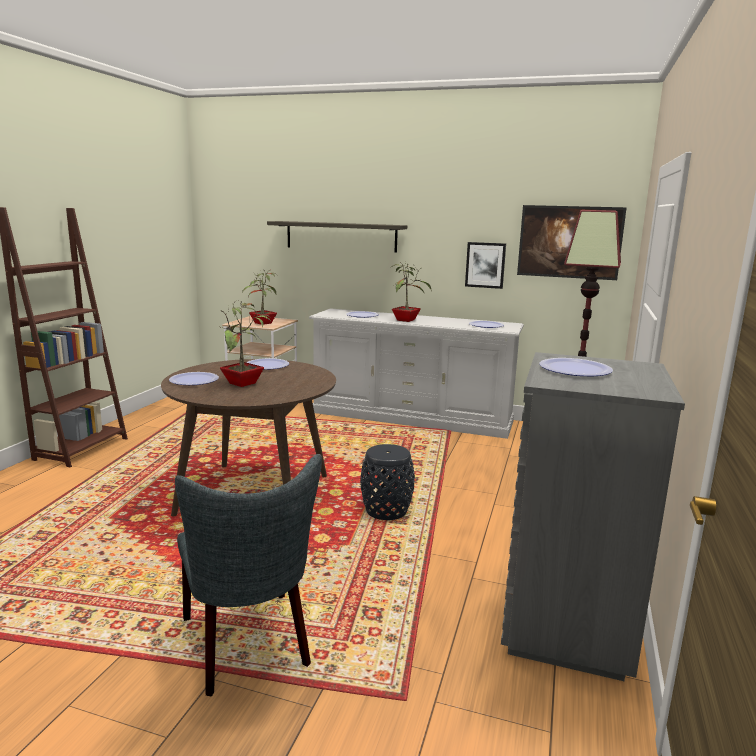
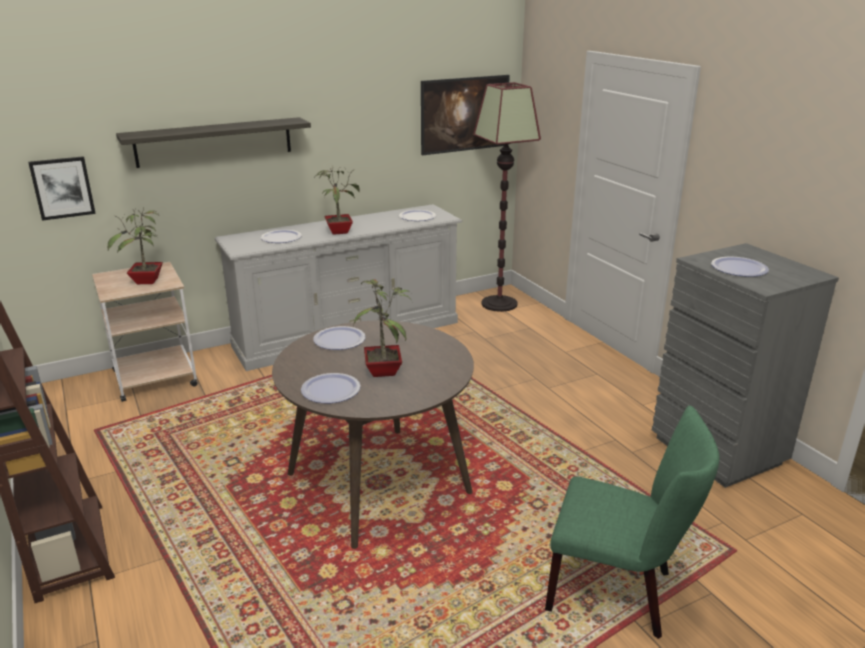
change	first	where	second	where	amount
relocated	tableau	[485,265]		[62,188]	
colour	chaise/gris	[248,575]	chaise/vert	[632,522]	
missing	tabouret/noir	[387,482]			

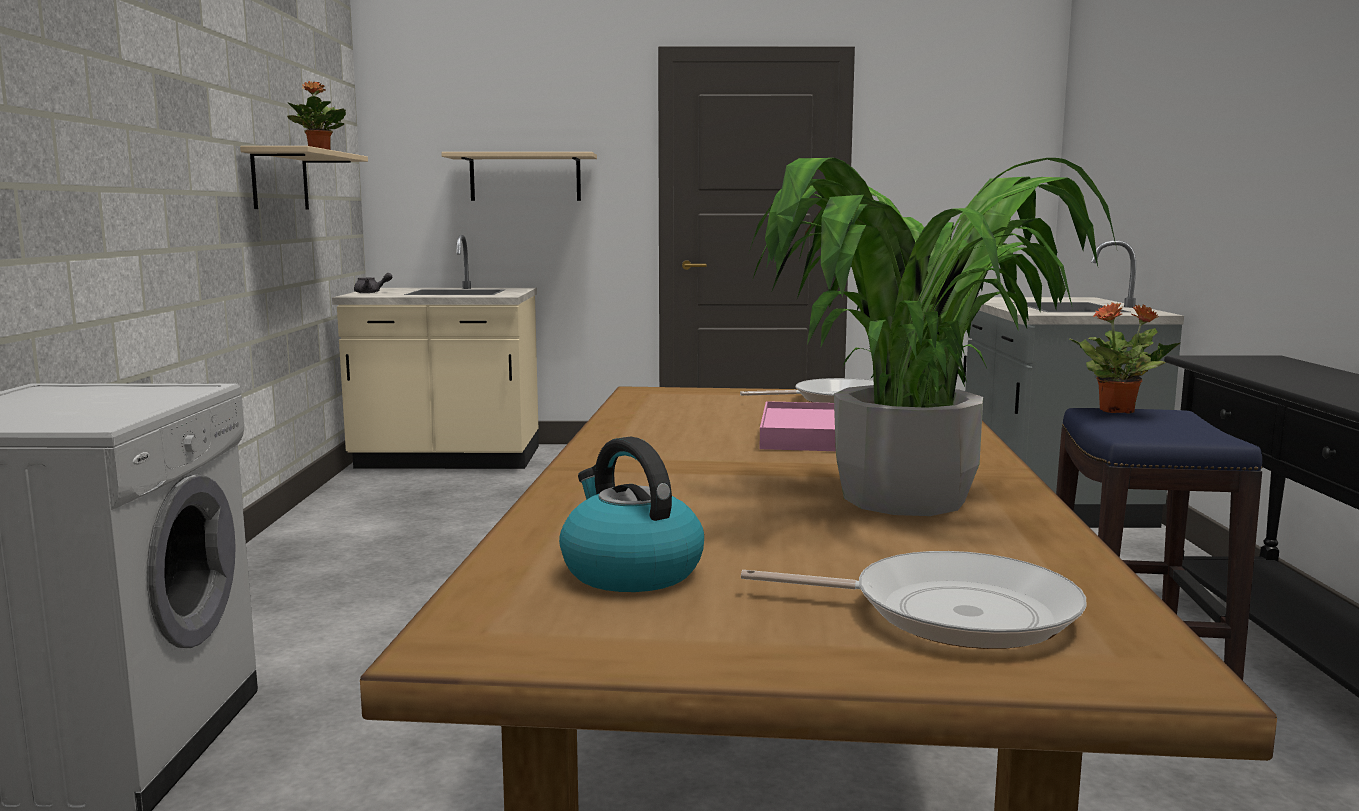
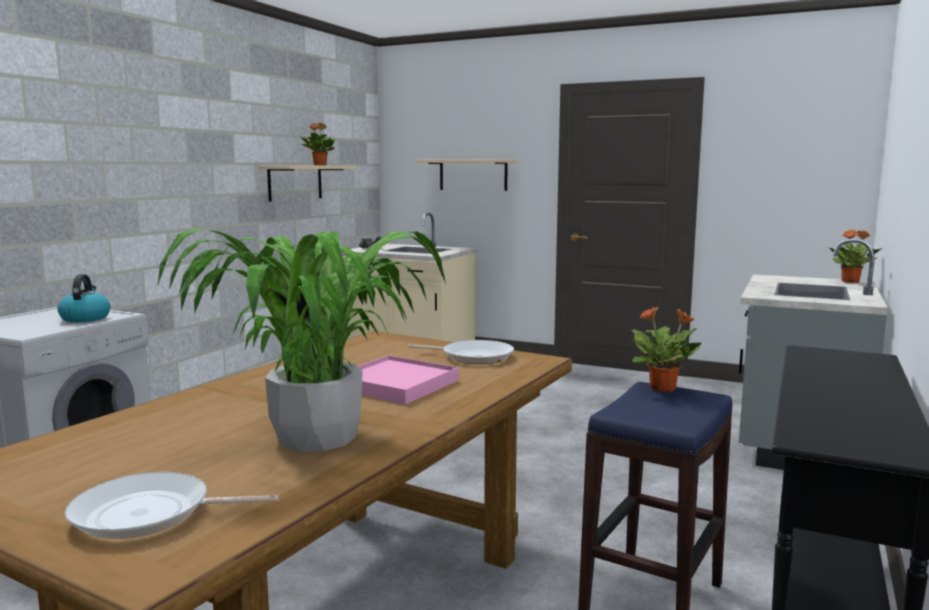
change	first	where	second	where	amount
relocated	bouilloire	[631,514]		[83,298]	
spun	poêle	[913,600]		[172,505]	135 degrees clockwise
appeared			plante en pot	[855,256]	

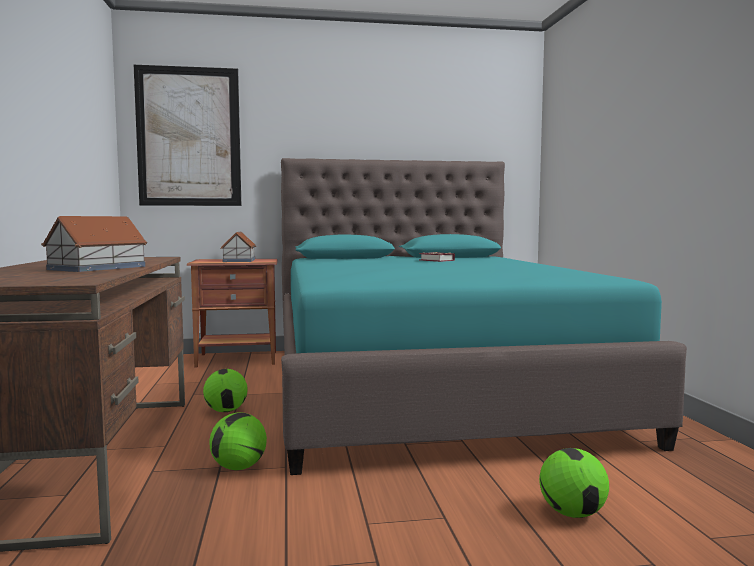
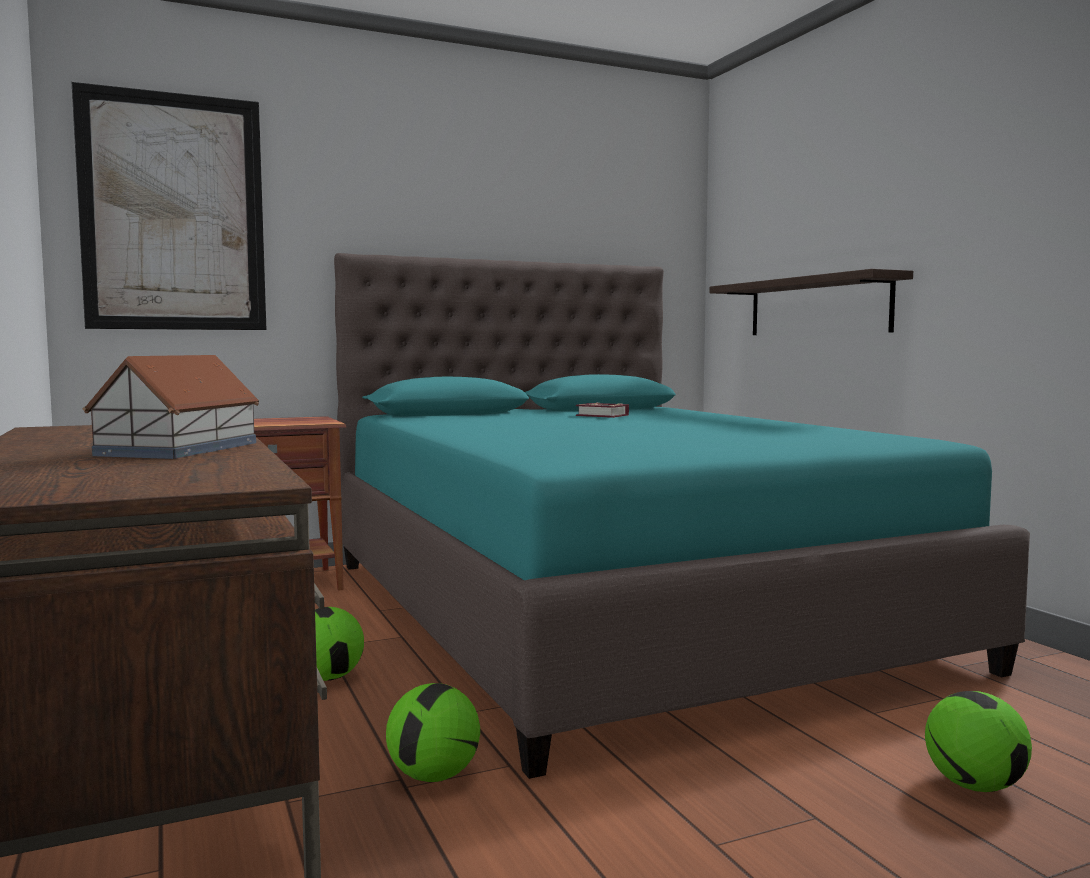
change	first	where	second	where	amount
appeared			étagère	[811,302]	
missing	maison miniature	[238,246]			

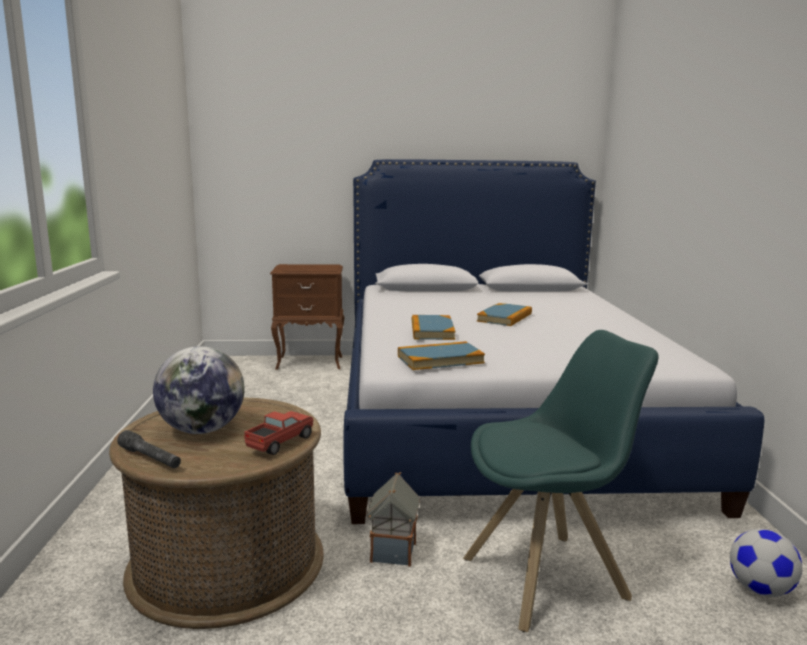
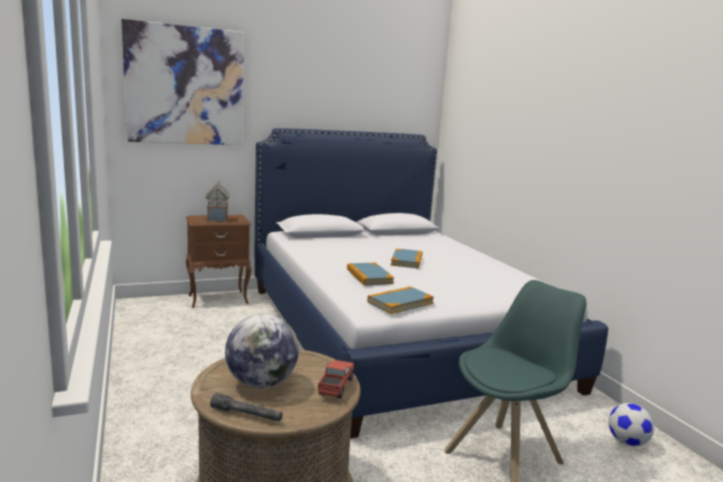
change	first	where	second	where	amount
appeared			tableau	[182,82]	
relocated	maison miniature	[393,519]		[217,201]	

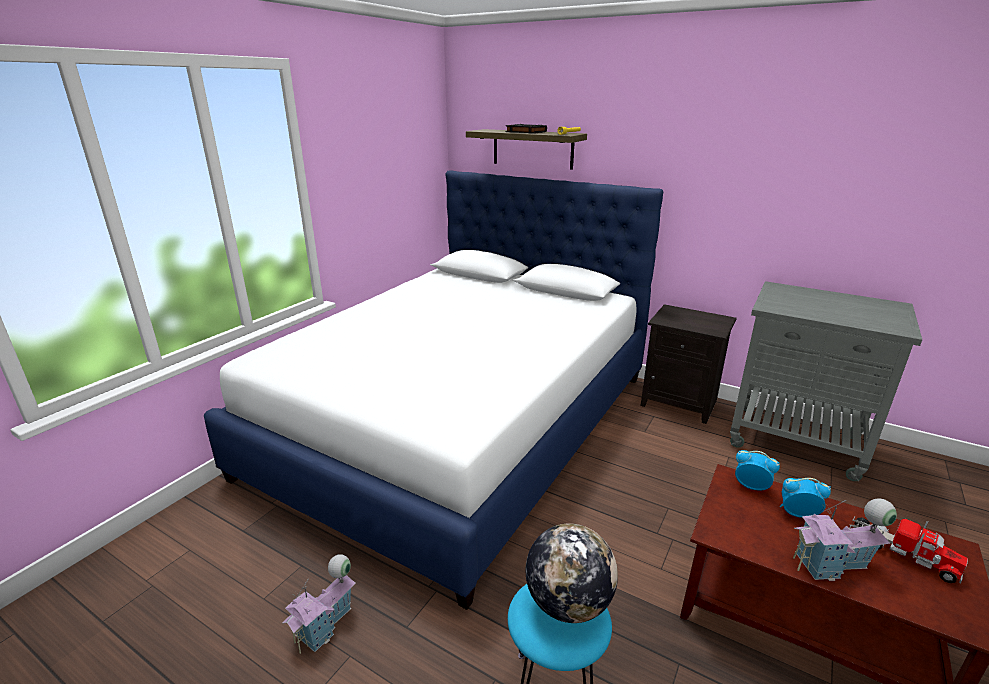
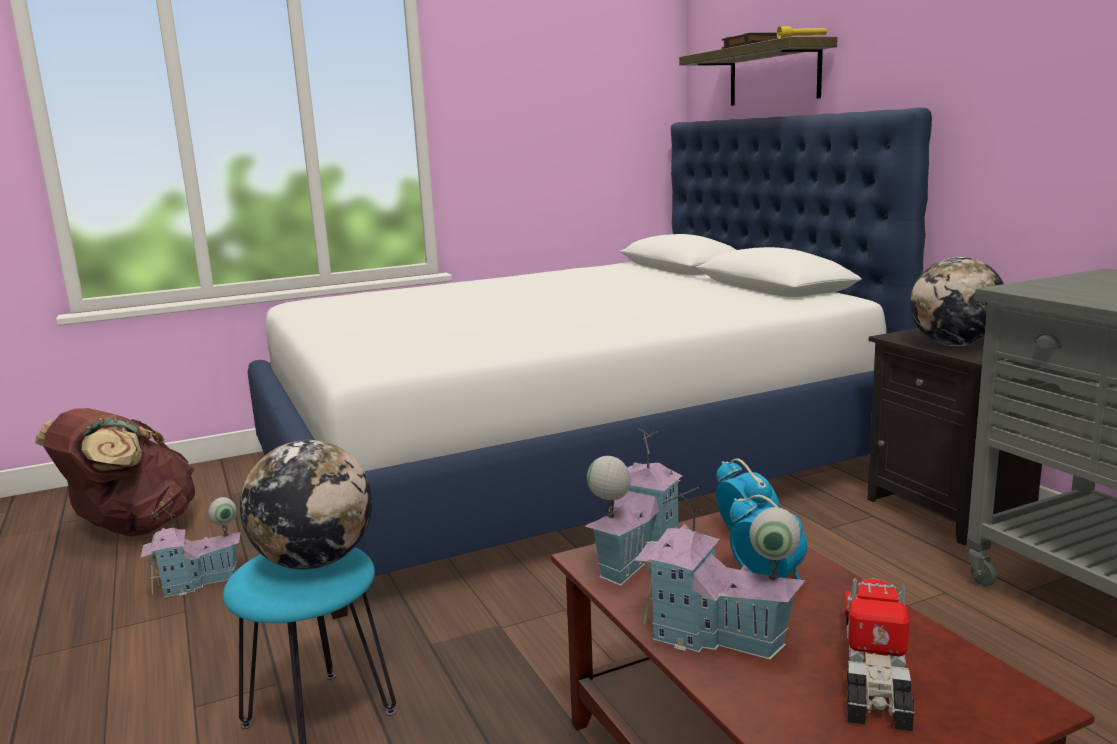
change	first	where	second	where	amount
appeared			sac à dos/marron	[115,472]	
appeared			maison miniature	[633,507]	
spun	camion jouet	[908,550]		[880,655]	150 degrees counterclockwise
appeared			globe	[957,301]	

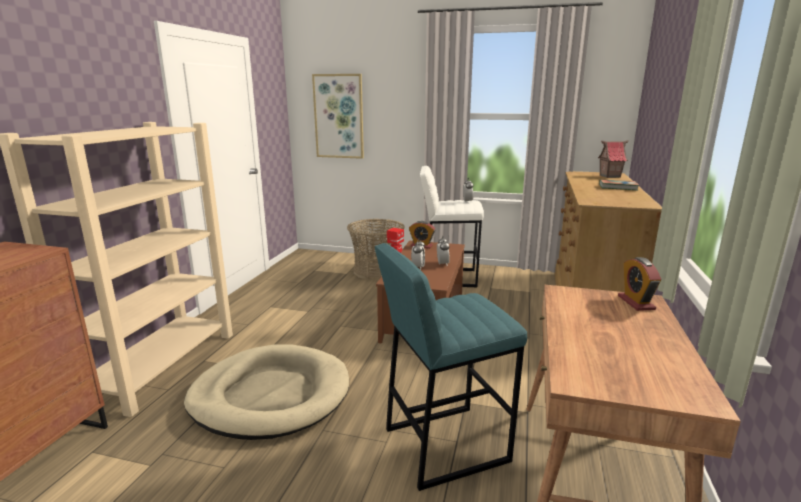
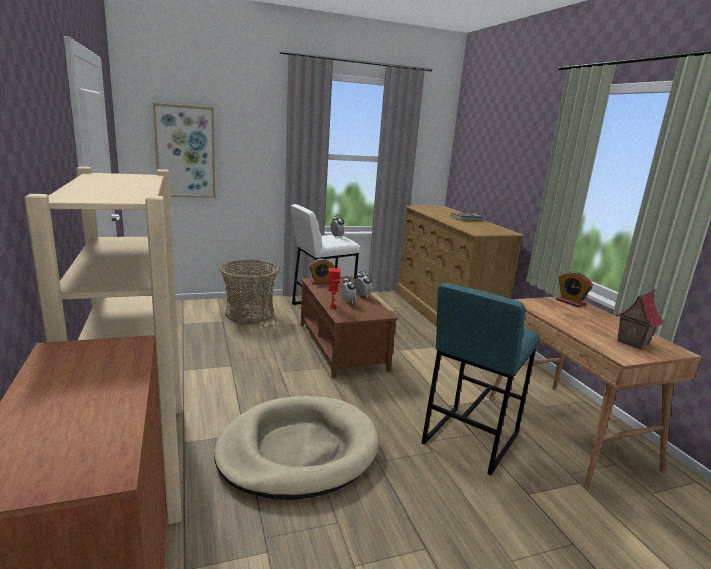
change	first	where	second	where	amount
relocated	maison miniature	[613,159]		[640,319]	

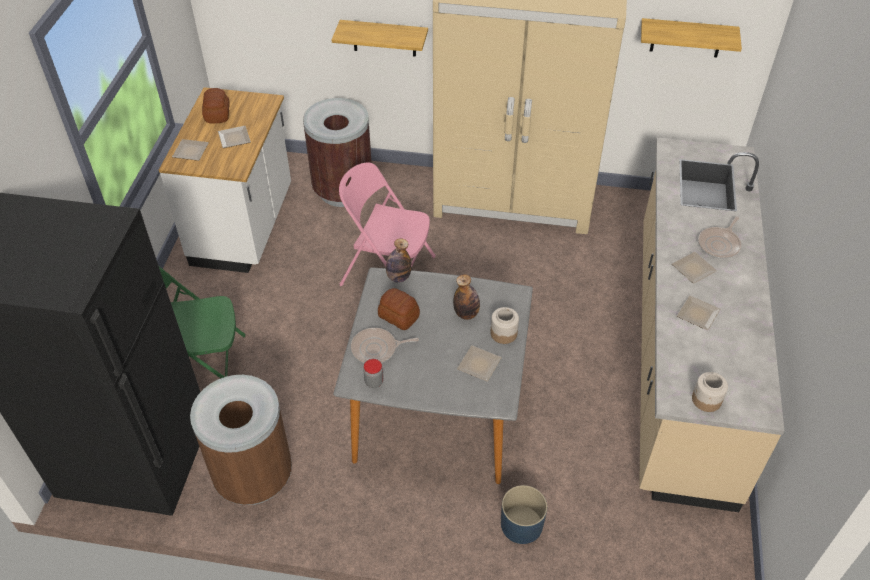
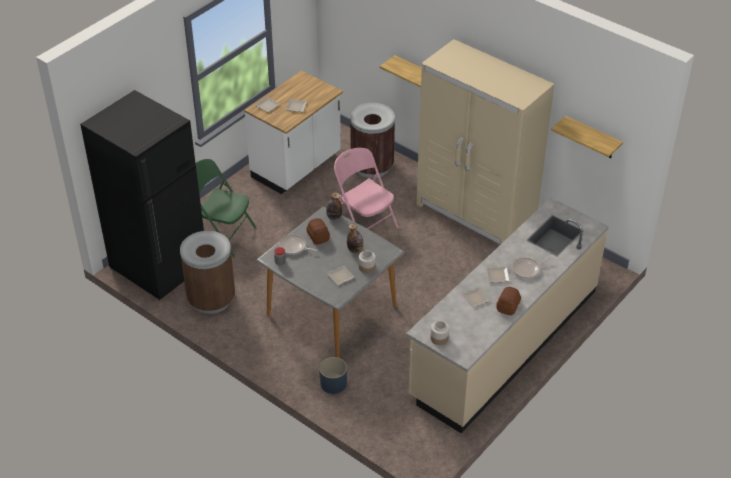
change	first	where	second	where	amount
relocated	pain	[215,106]		[508,301]	

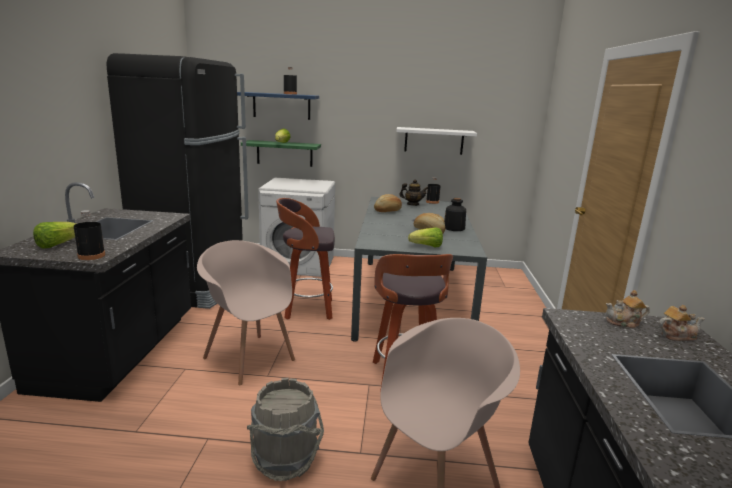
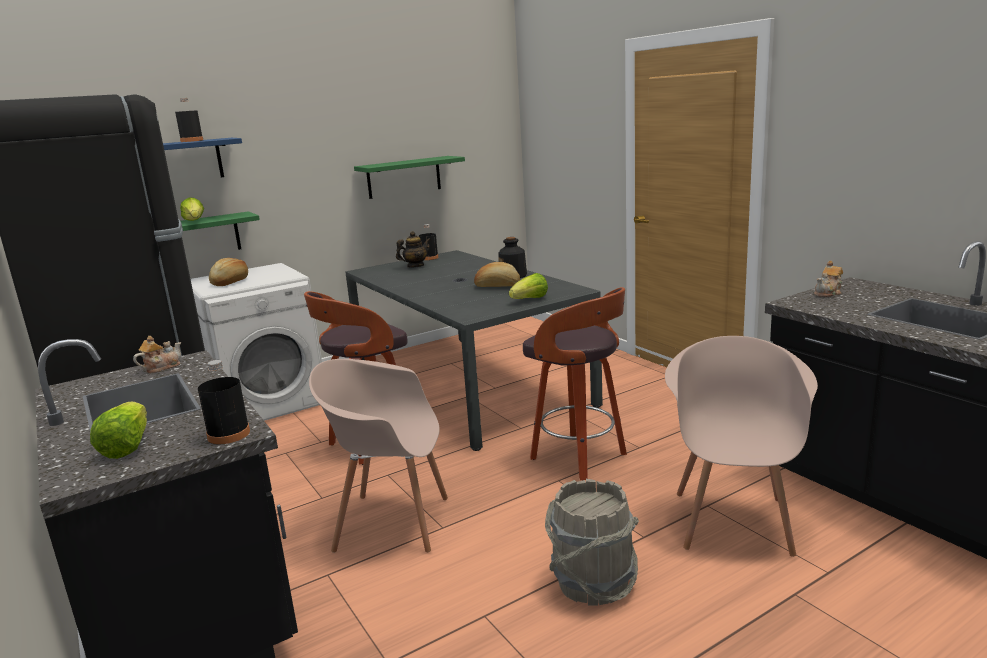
change	first	where	second	where	amount
relocated	théière	[682,323]		[157,354]	
relocated	pain	[388,203]		[228,272]	
colour	étagère/blanc	[436,141]	étagère/vert	[409,177]	

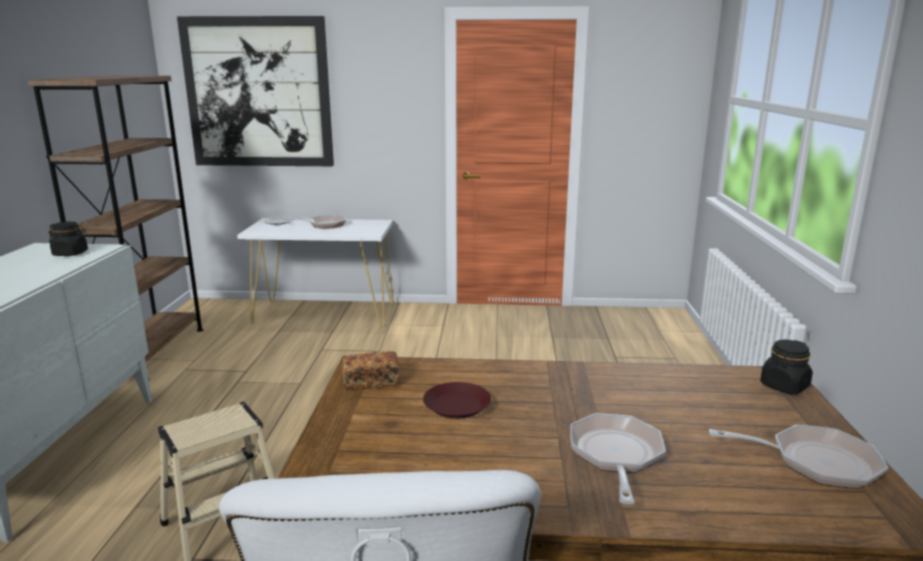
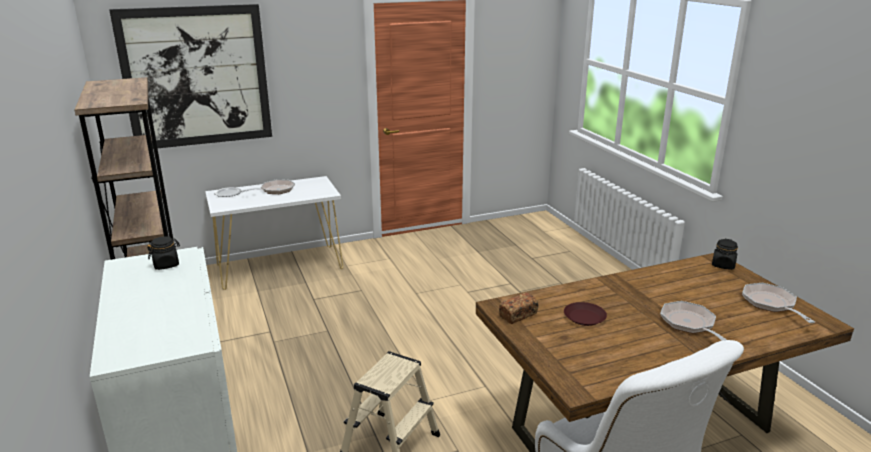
change	first	where	second	where	amount
spun	poêle	[799,457]		[778,303]	90 degrees counterclockwise

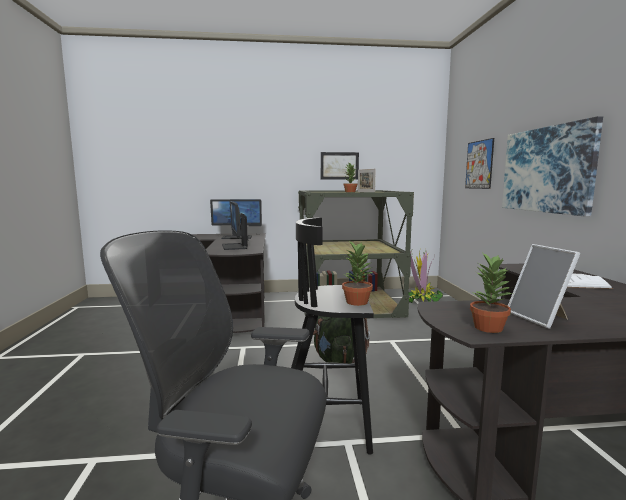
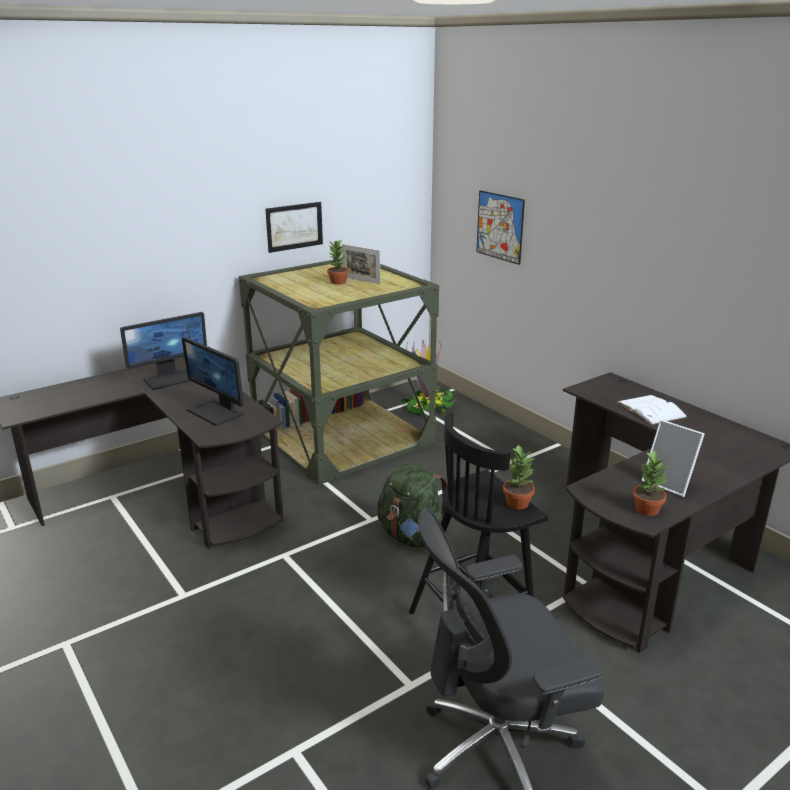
change	first	where	second	where	amount
missing	tableau	[552,166]			

